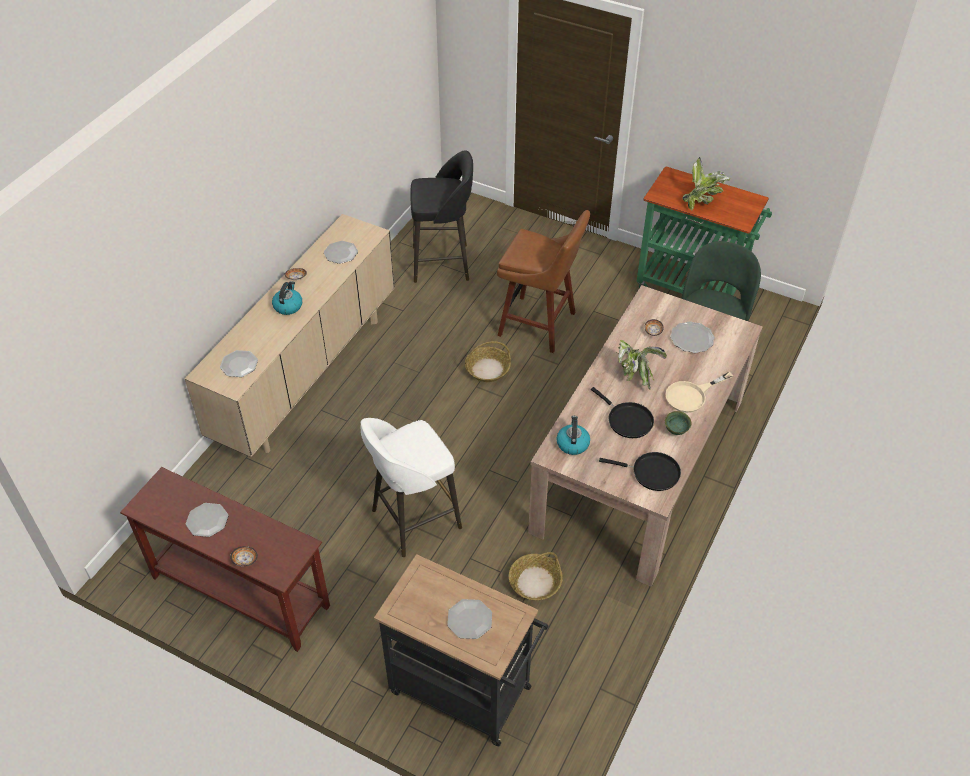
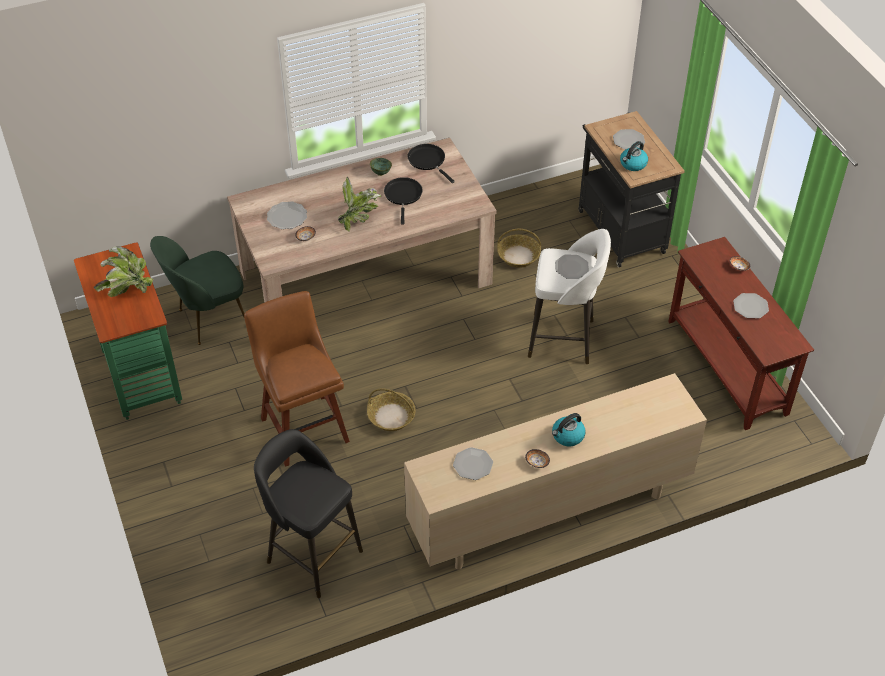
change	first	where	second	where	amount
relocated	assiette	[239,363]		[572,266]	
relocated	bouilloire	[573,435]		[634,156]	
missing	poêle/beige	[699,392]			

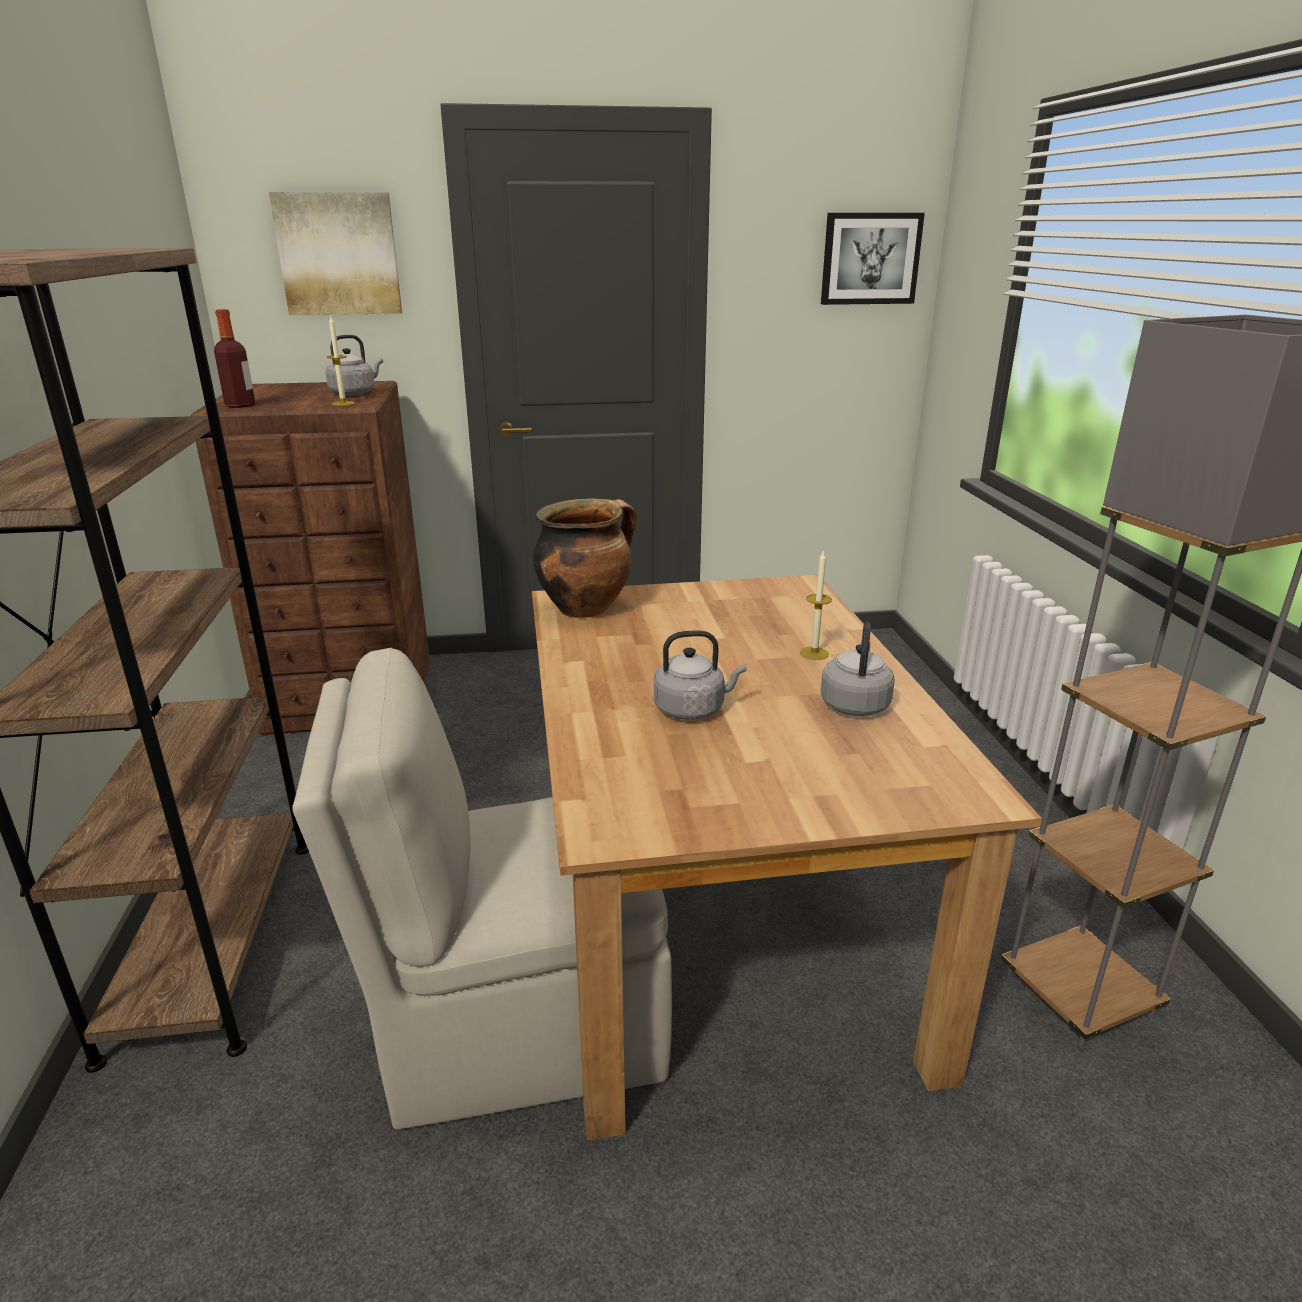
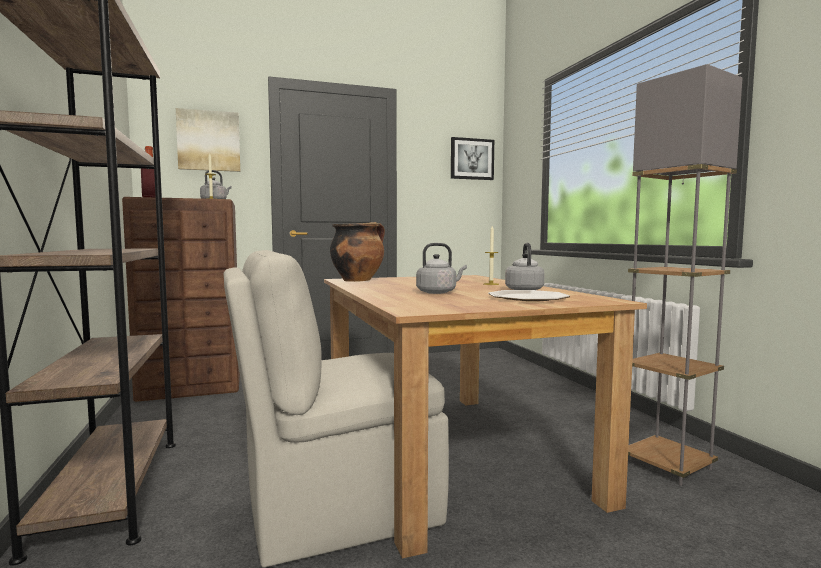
change	first	where	second	where	amount
appeared			assiette	[529,295]	

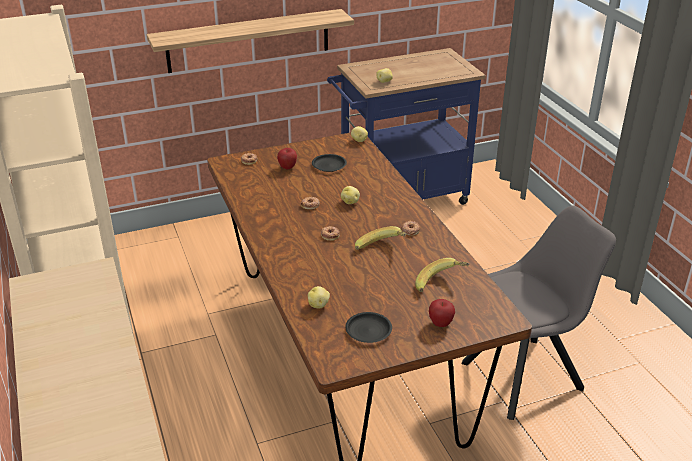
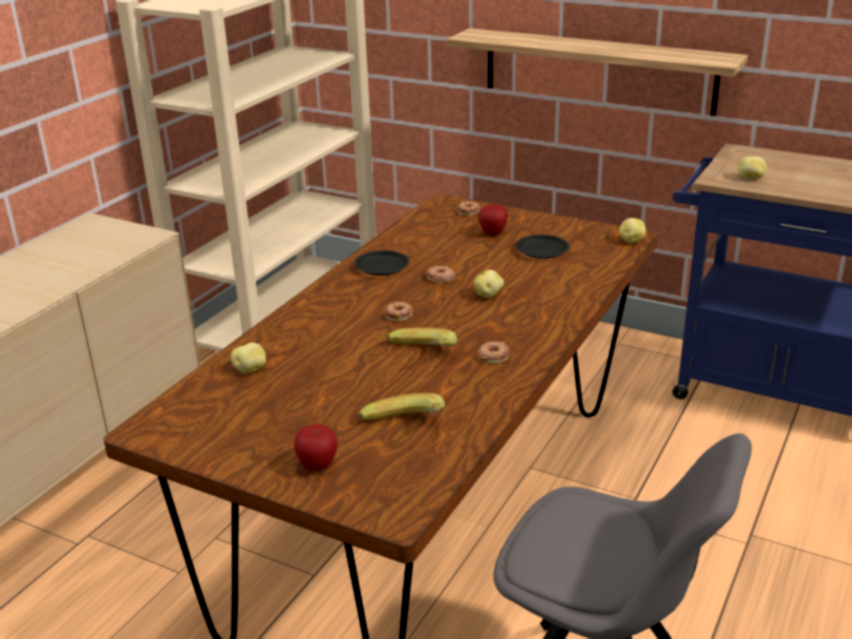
change	first	where	second	where	amount
relocated	assiette/noir	[368,327]		[381,263]	

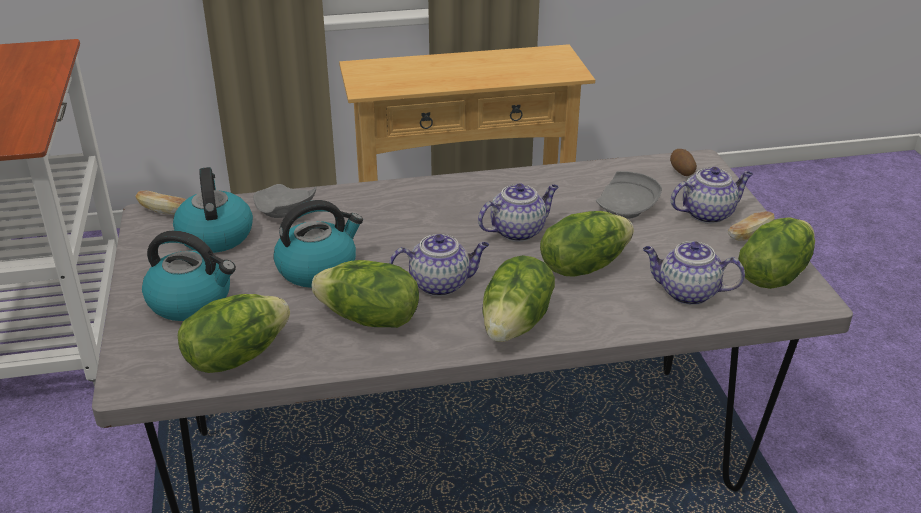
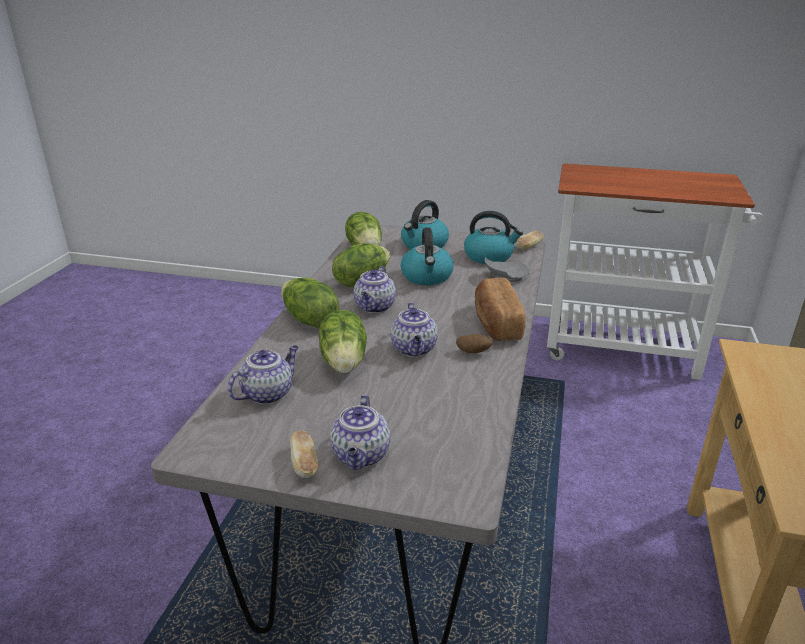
change	first	where	second	where	amount
relocated	pomme de terre	[683,162]		[474,343]	
appeared			pain	[500,309]	
missing	assiette/gris	[629,195]			
missing	laitue	[776,253]			

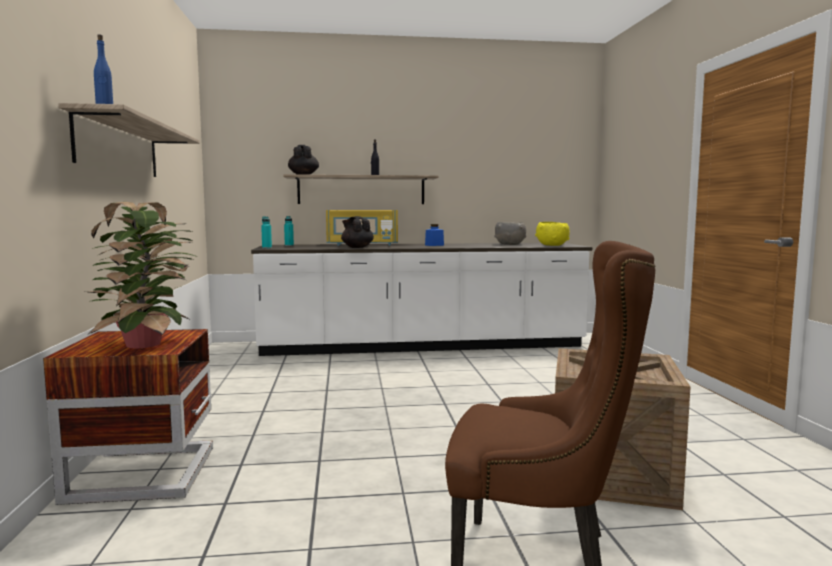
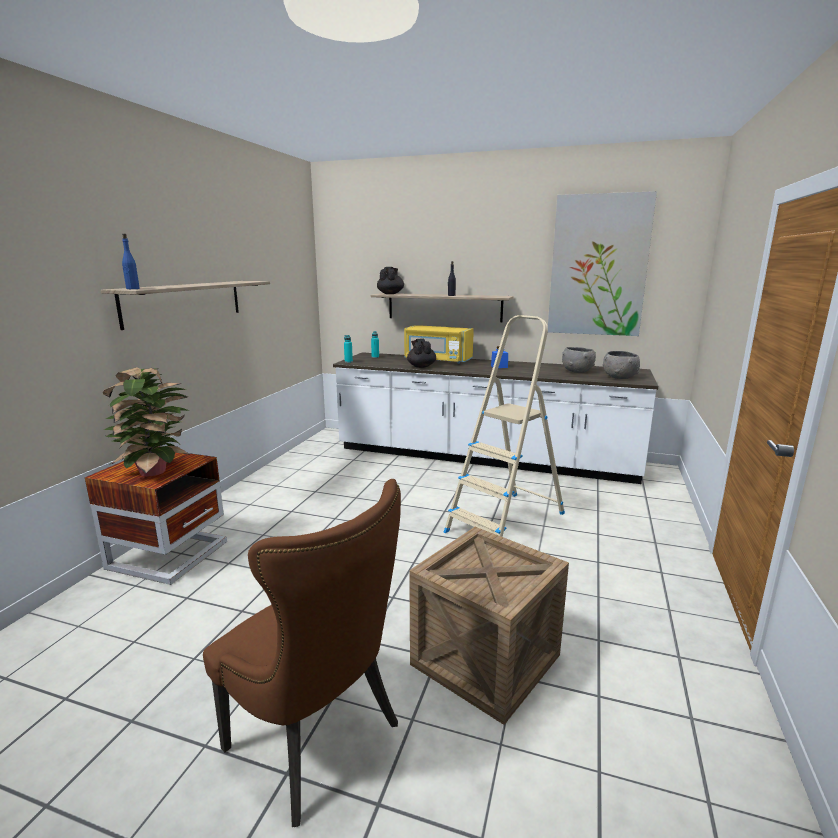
change	first	where	second	where	amount
appeared			escabeau/beige	[504,426]	
appeared			tableau	[602,263]	
colour	bol/jaune	[552,234]	bol/gris	[621,365]	

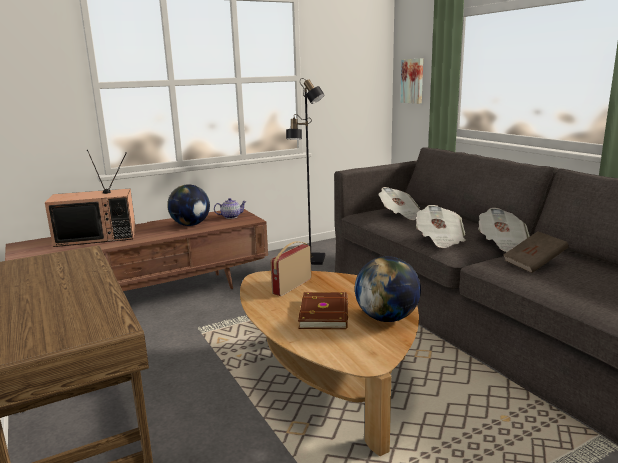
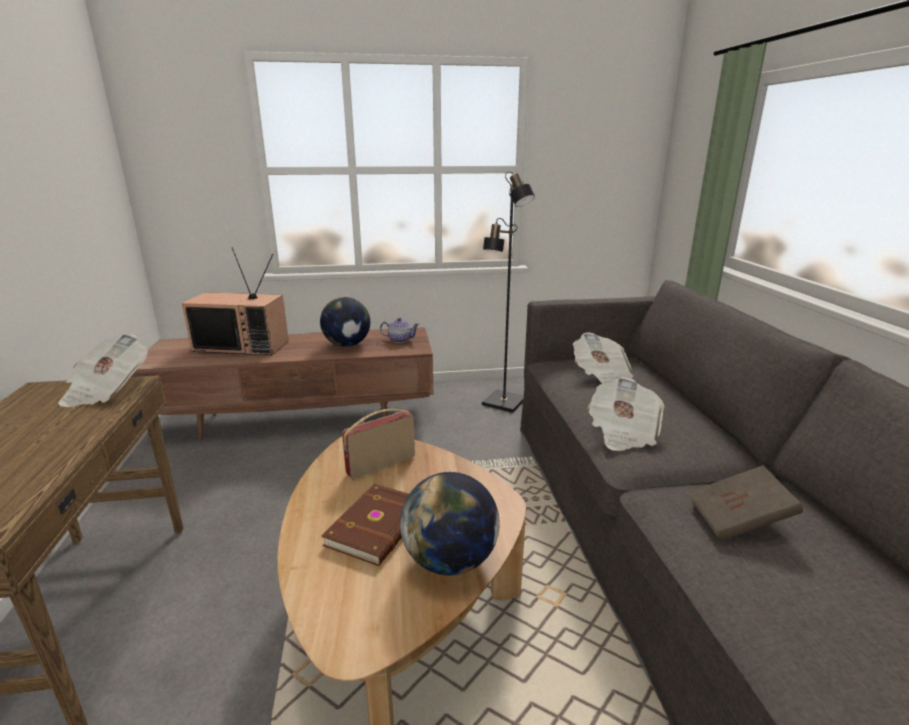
change	first	where	second	where	amount
relocated	journal	[504,230]		[103,370]	
missing	tableau	[412,81]			

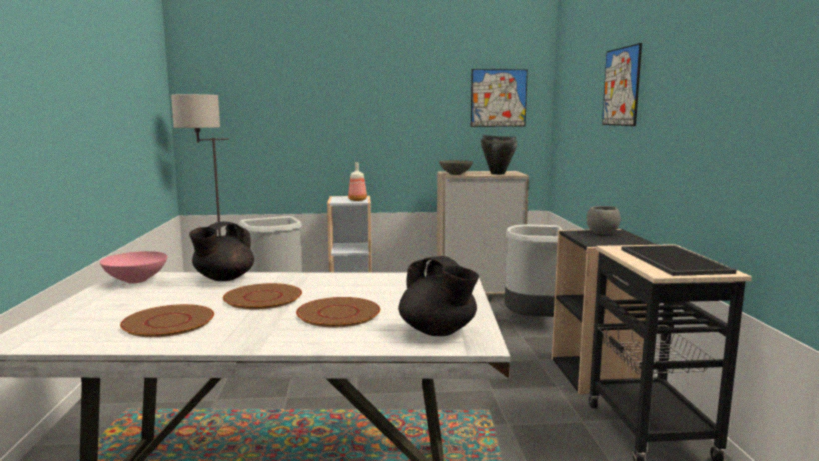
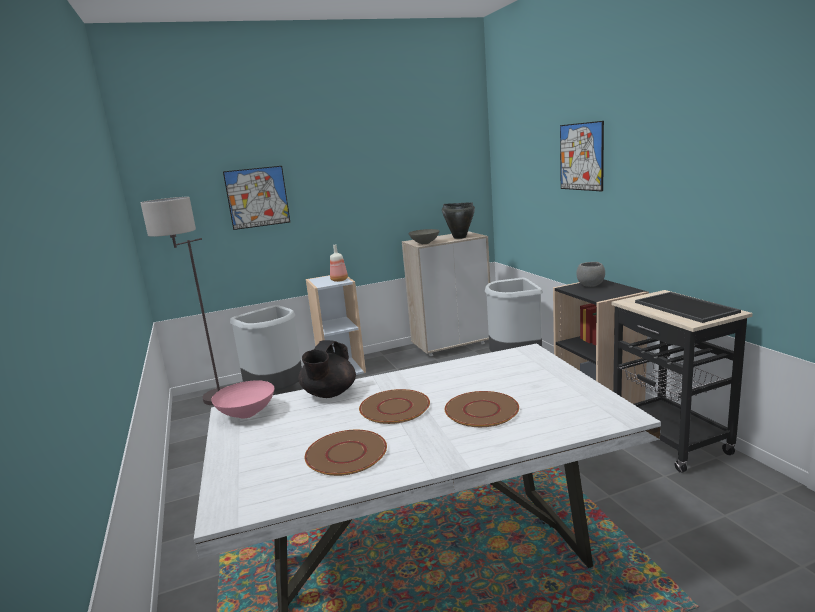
change	first	where	second	where	amount
relocated	tableau	[499,98]		[256,198]	
missing	théière/noir	[438,296]			

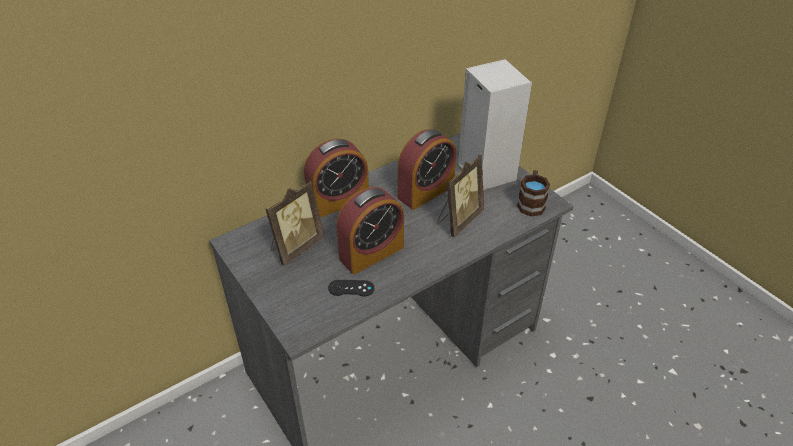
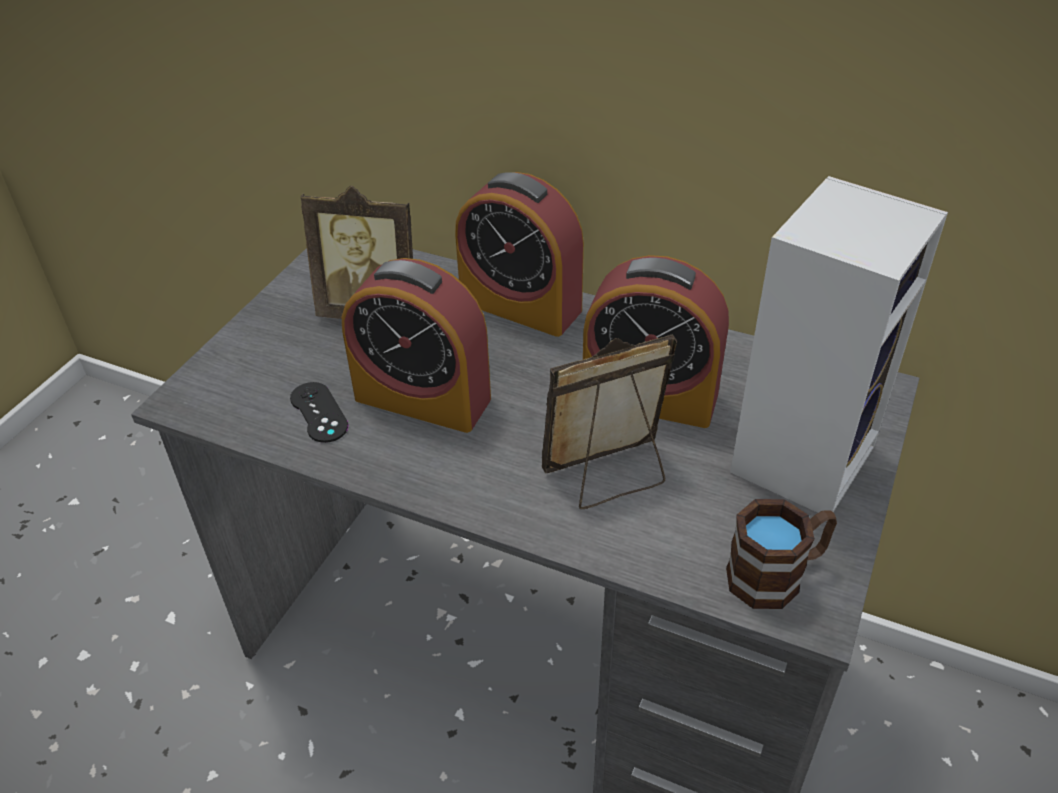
change	first	where	second	where	amount
spun	cadre photo	[460,196]		[609,422]	150 degrees clockwise

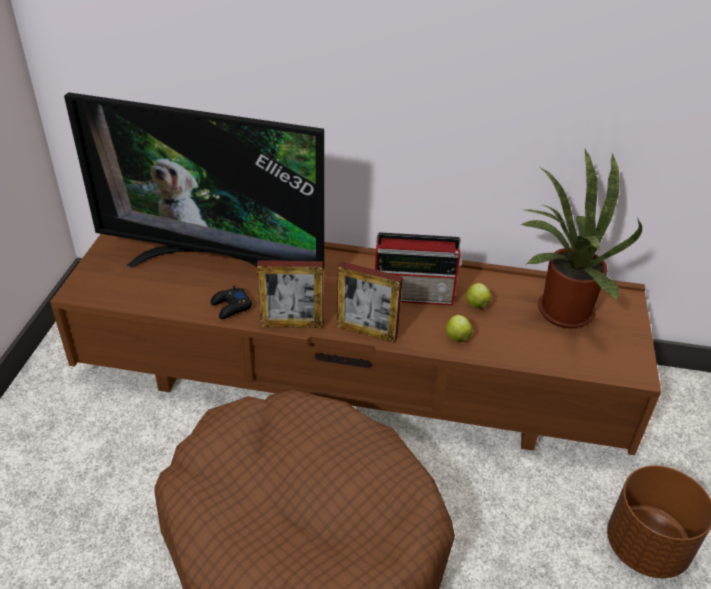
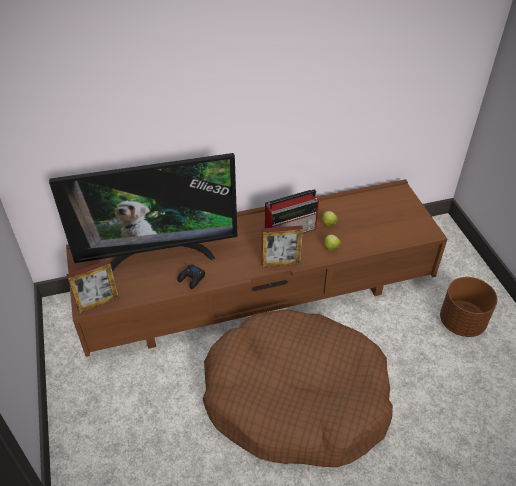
change	first	where	second	where	amount
relocated	cadre photo	[290,294]		[92,286]	
missing	plante en pot	[582,238]			

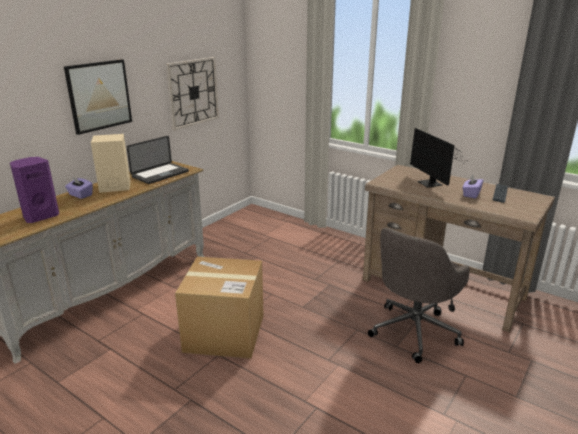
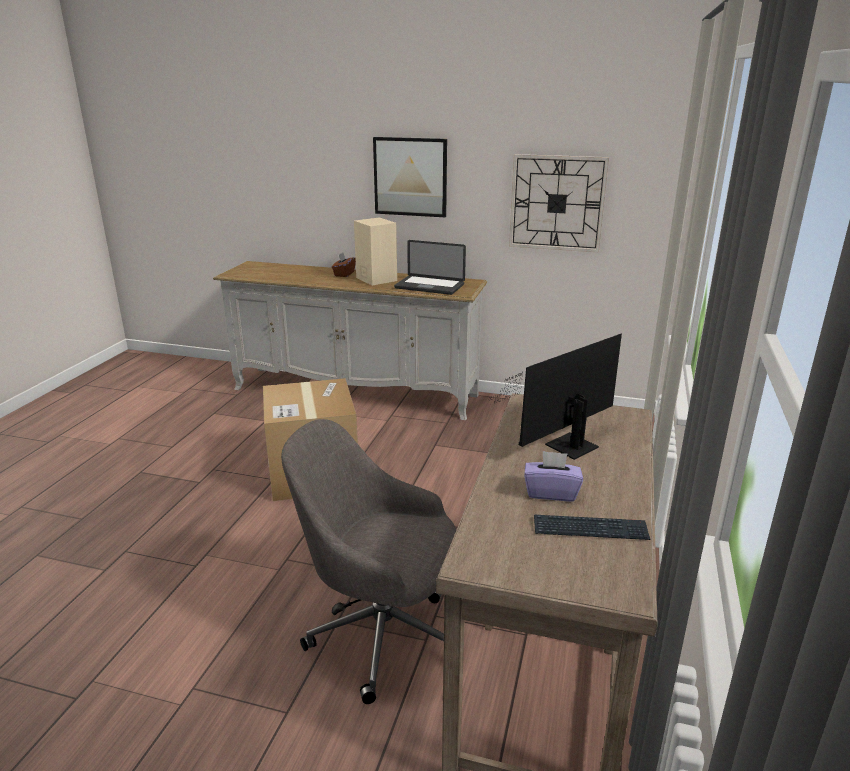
change	first	where	second	where	amount
colour	boîte à mouchoirs/violet	[79,188]	boîte à mouchoirs/marron	[344,265]	
missing	enceinte/violet	[34,190]			

